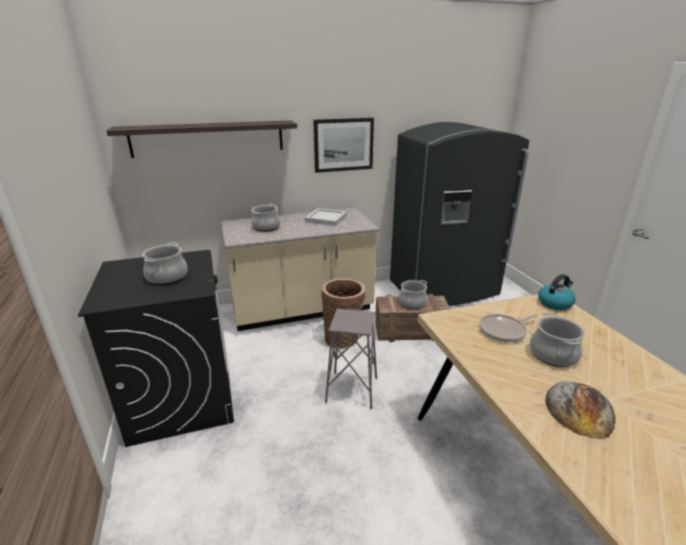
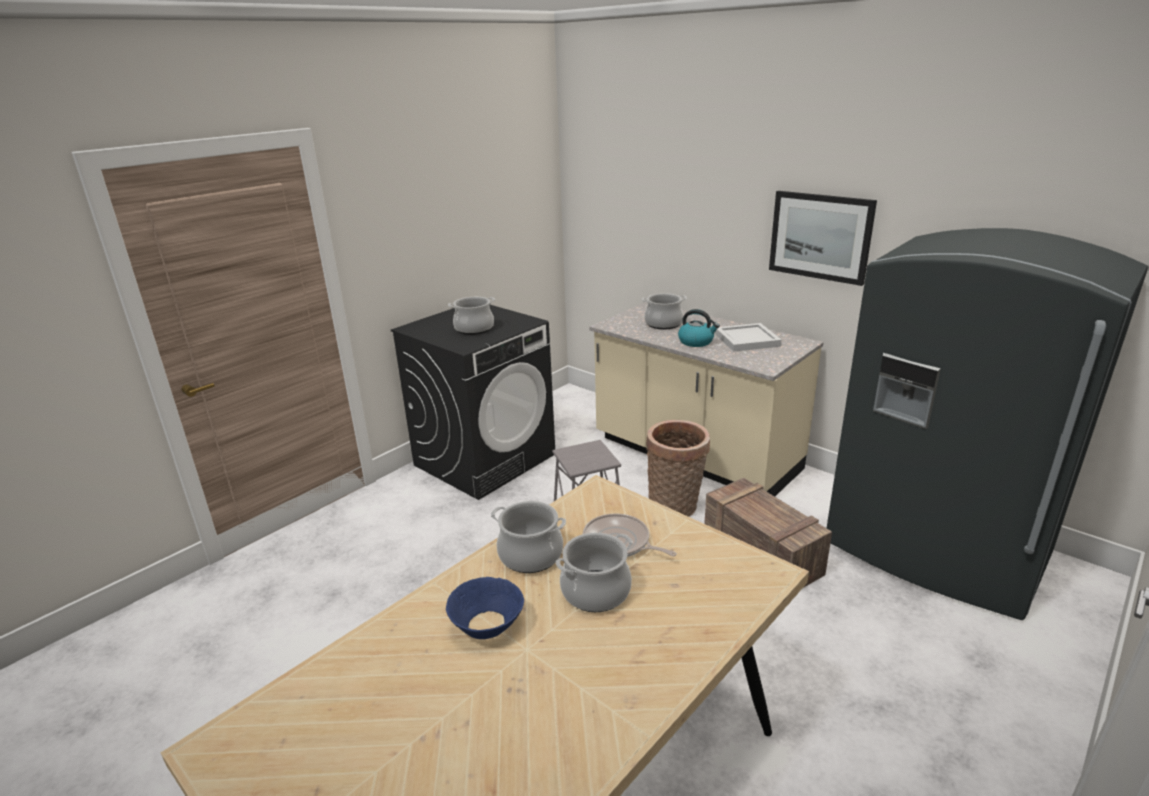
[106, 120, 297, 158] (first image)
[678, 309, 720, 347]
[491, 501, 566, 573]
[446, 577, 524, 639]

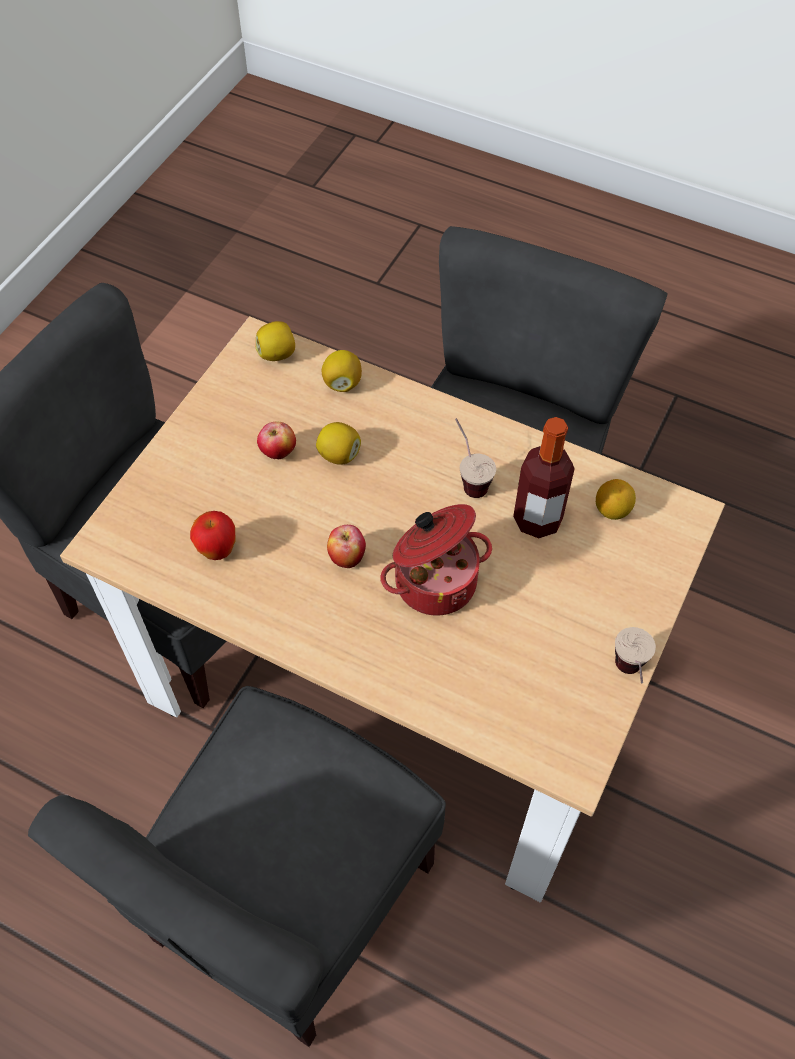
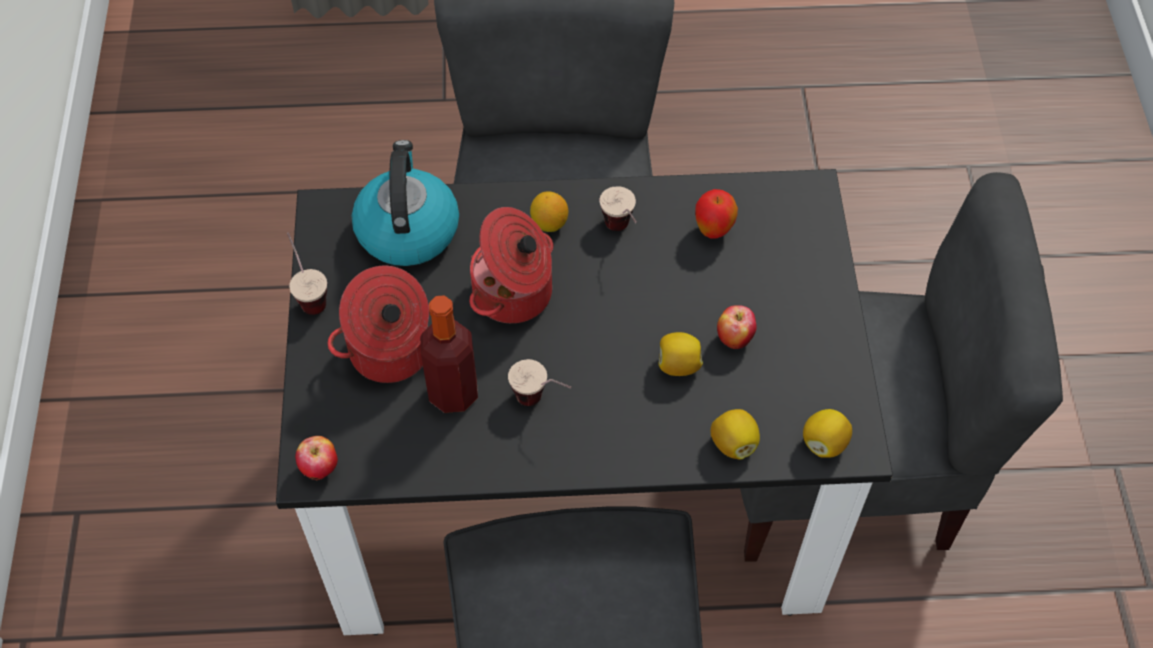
[276, 169, 893, 635]
[530, 191, 568, 232]
[295, 436, 338, 480]
[352, 140, 459, 266]
[600, 186, 637, 231]
[327, 266, 429, 383]

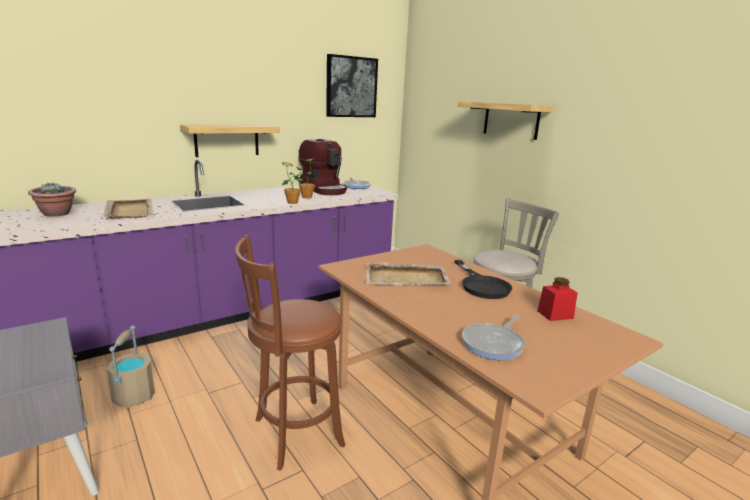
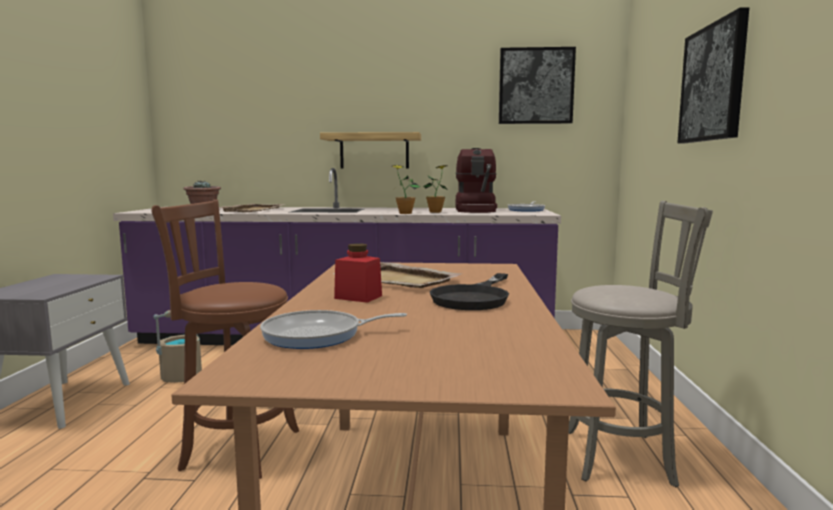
[677, 7, 749, 143]
[334, 244, 382, 303]

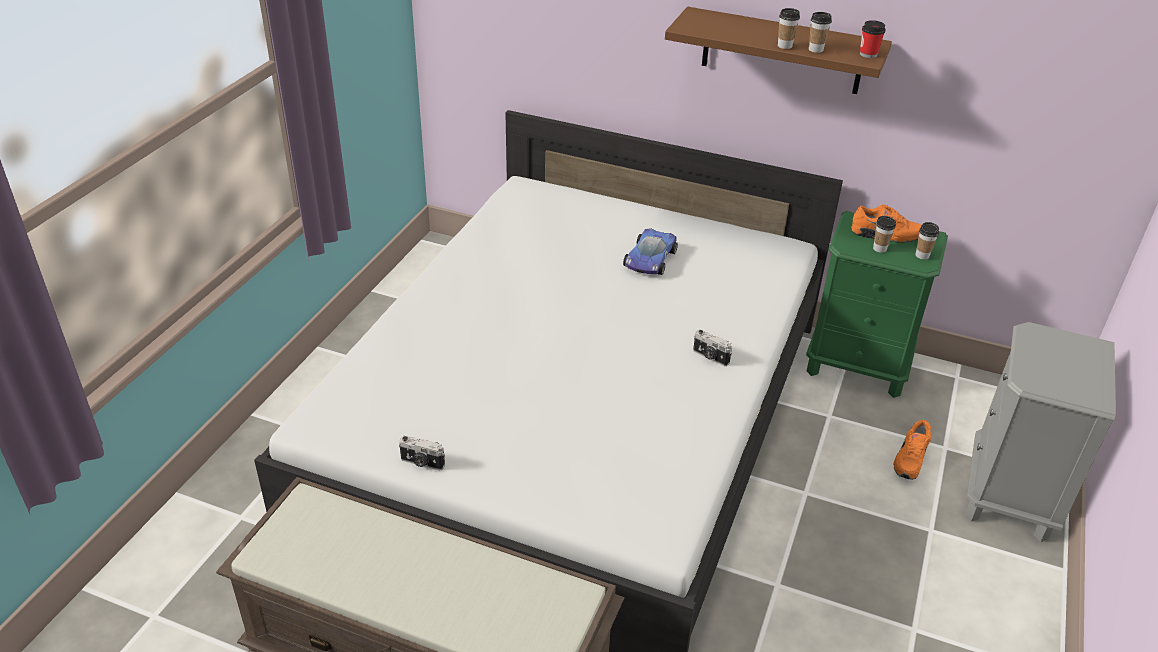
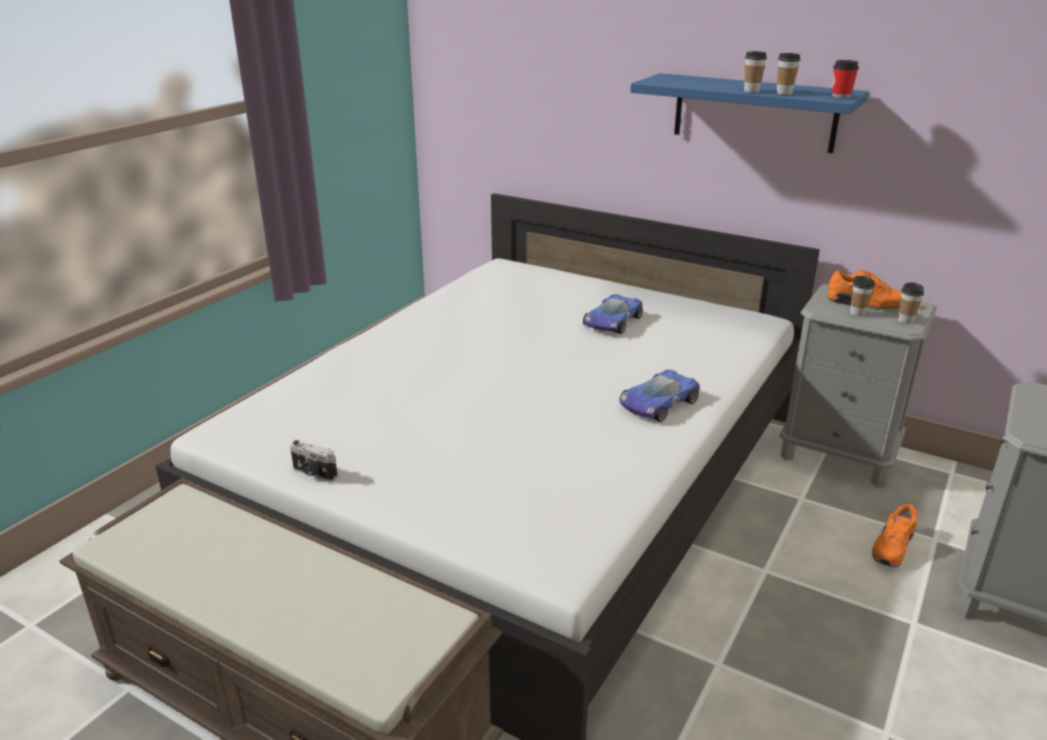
[630, 73, 869, 153]
[780, 284, 937, 487]
[619, 370, 700, 422]

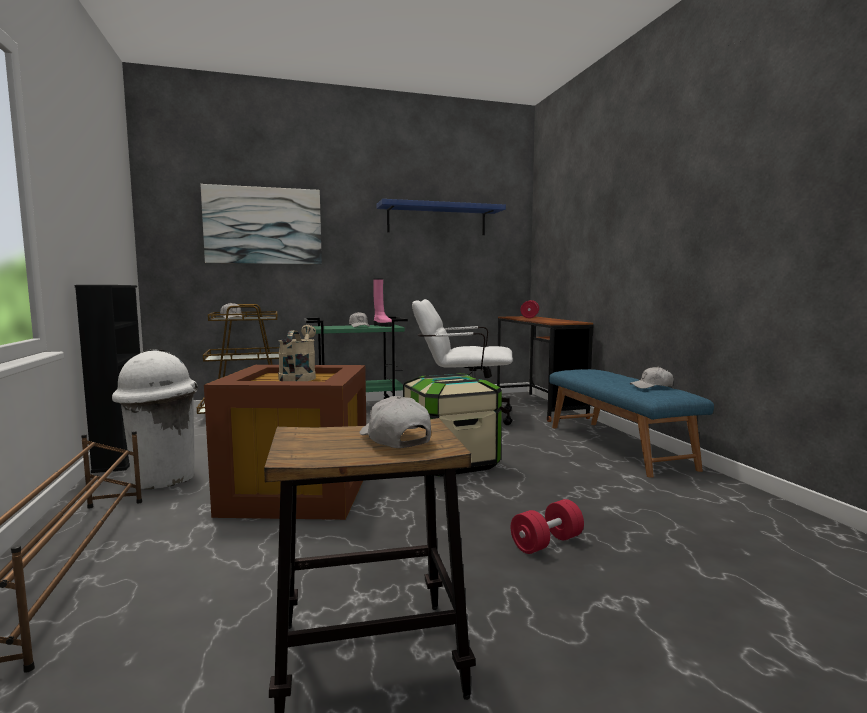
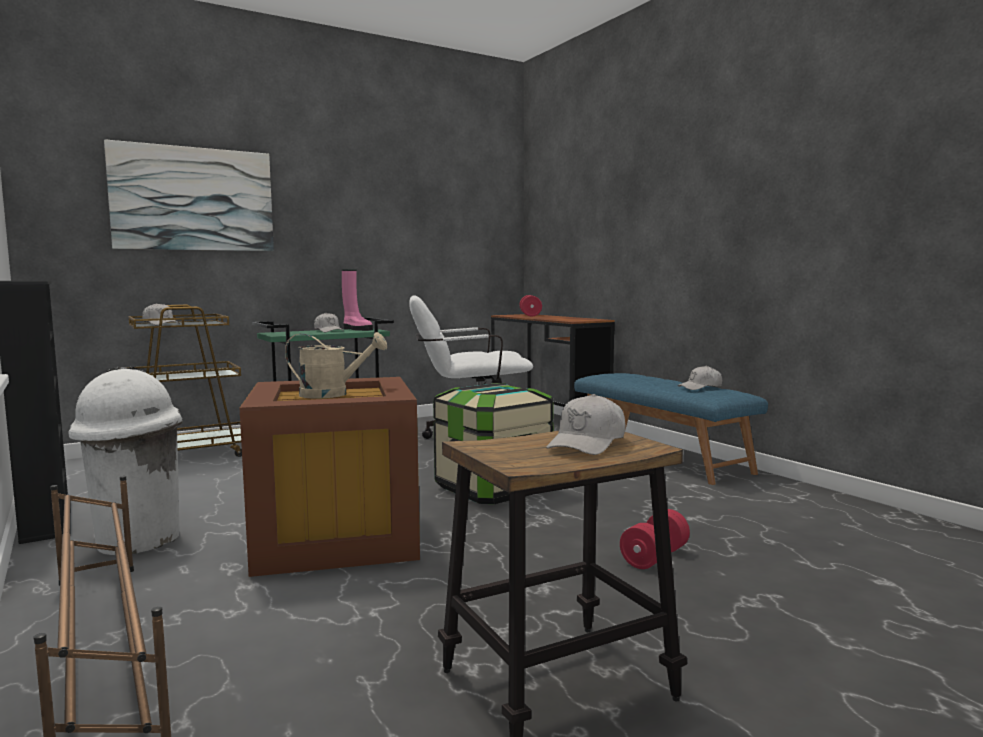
[377, 199, 506, 235] (first image)
[285, 332, 387, 398]
[546, 394, 626, 455]

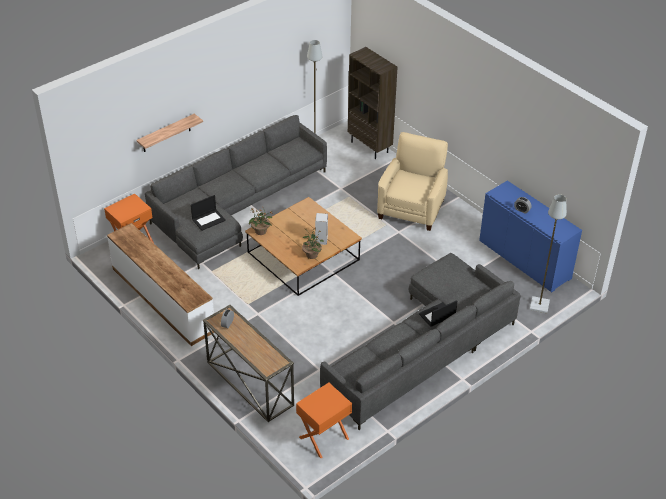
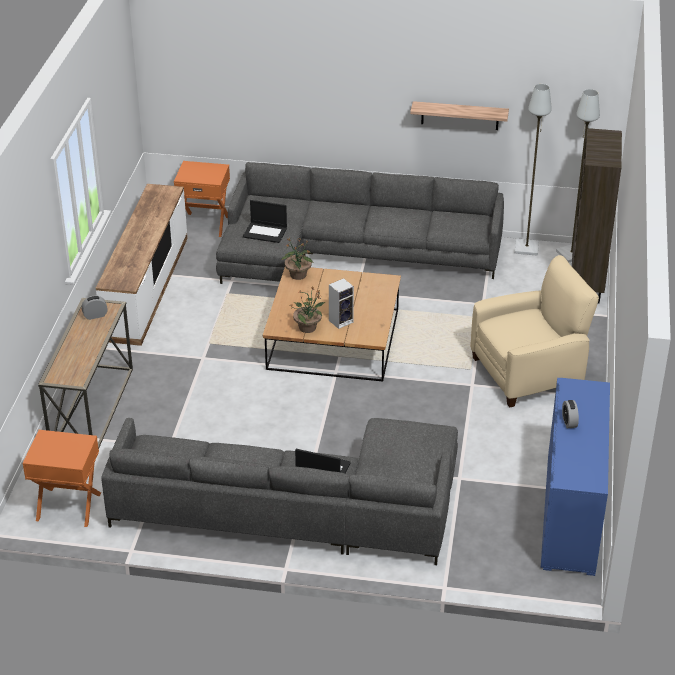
[410, 101, 509, 130]
[556, 89, 600, 263]

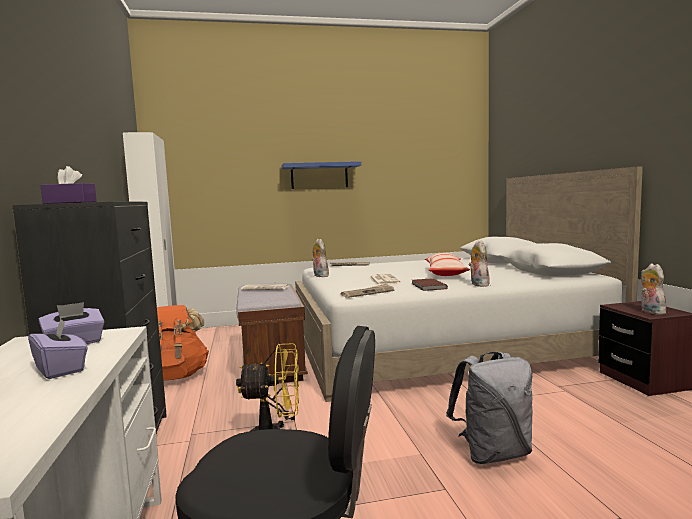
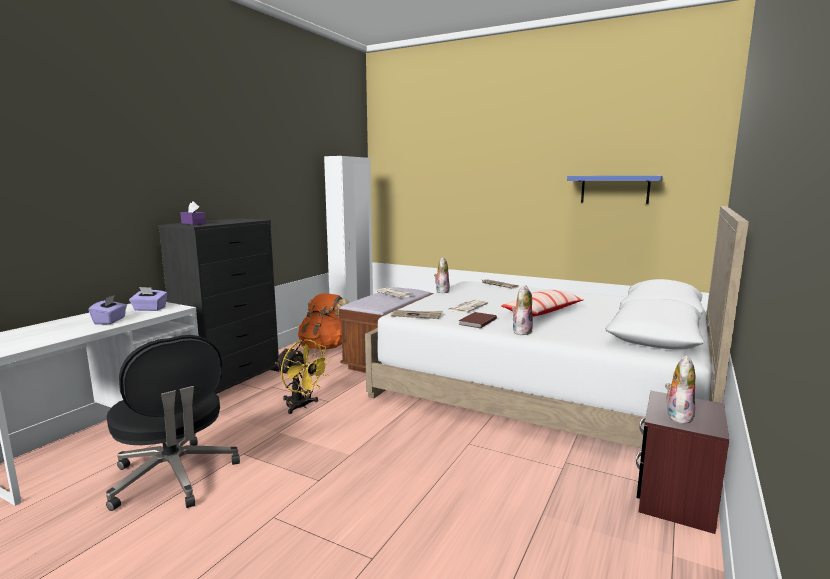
[567, 176, 663, 204]
[446, 352, 533, 464] (first image)

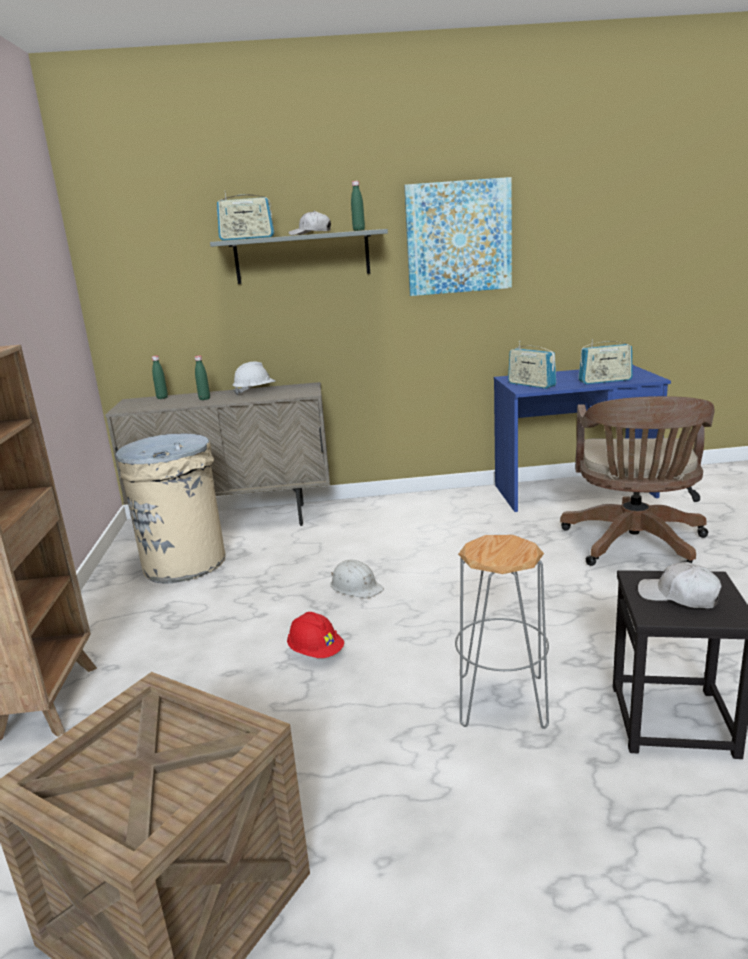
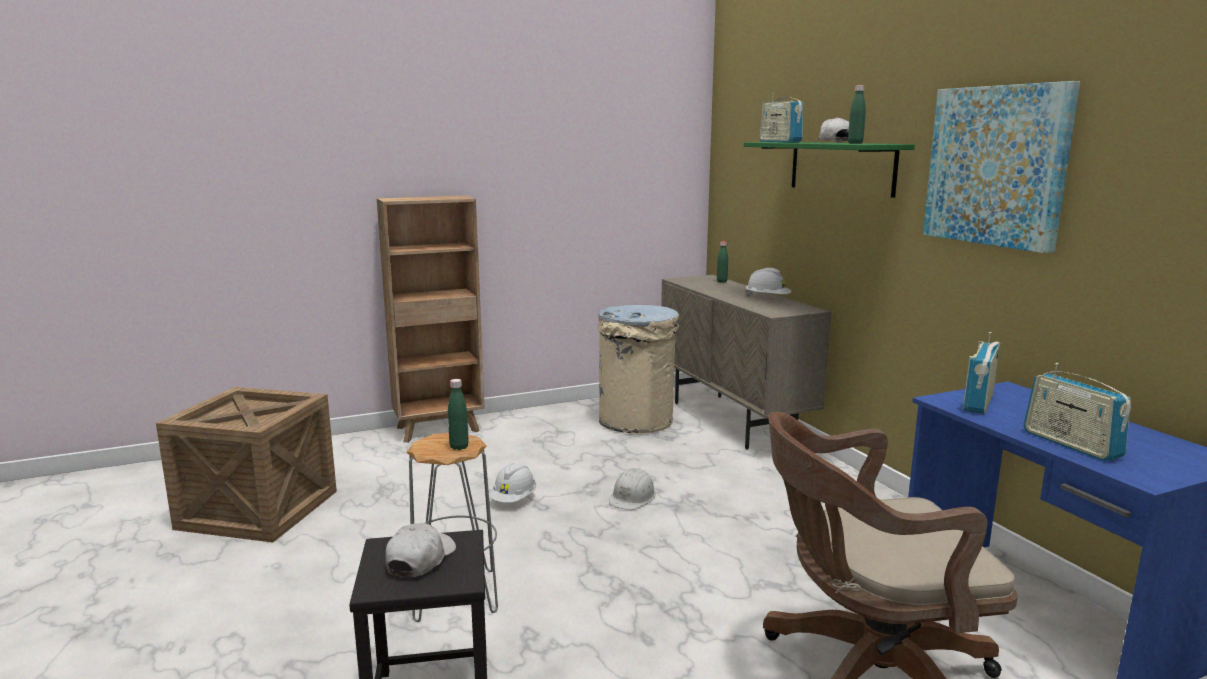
[744, 142, 915, 198]
[448, 379, 469, 450]
[489, 463, 536, 503]

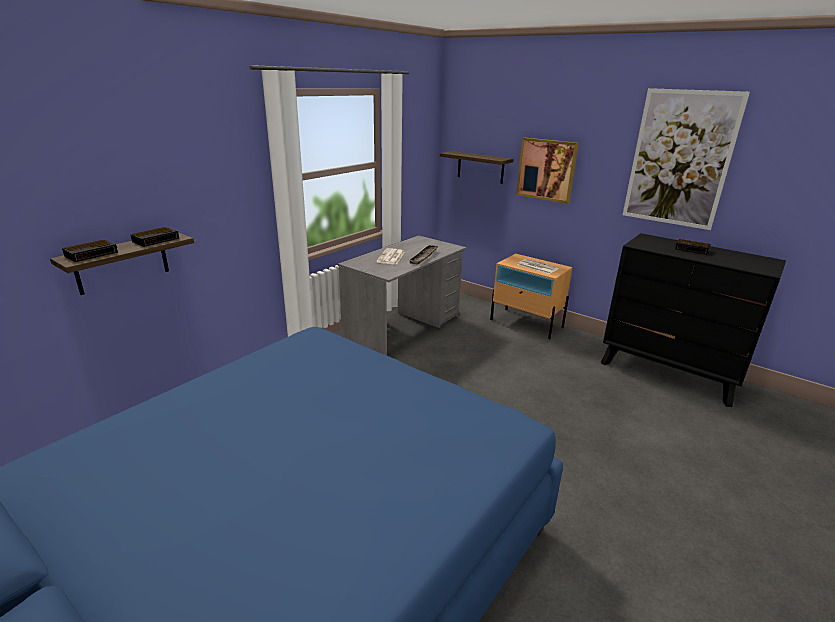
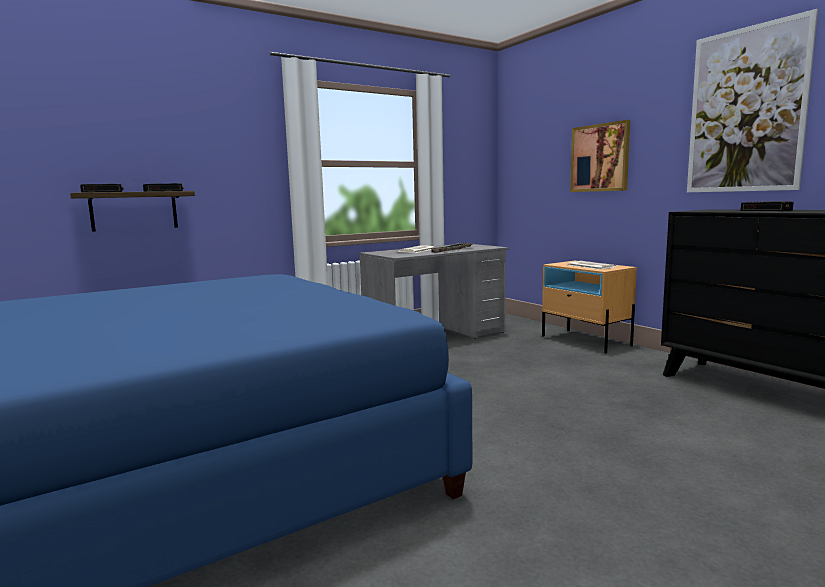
[440, 151, 514, 184] (first image)

